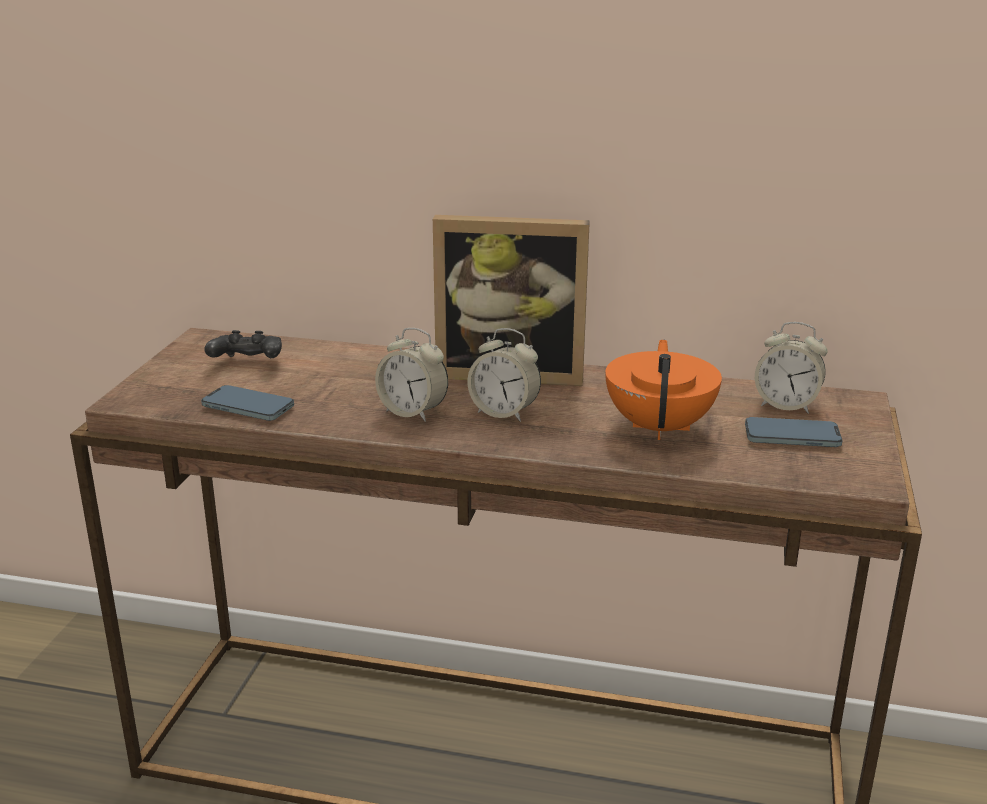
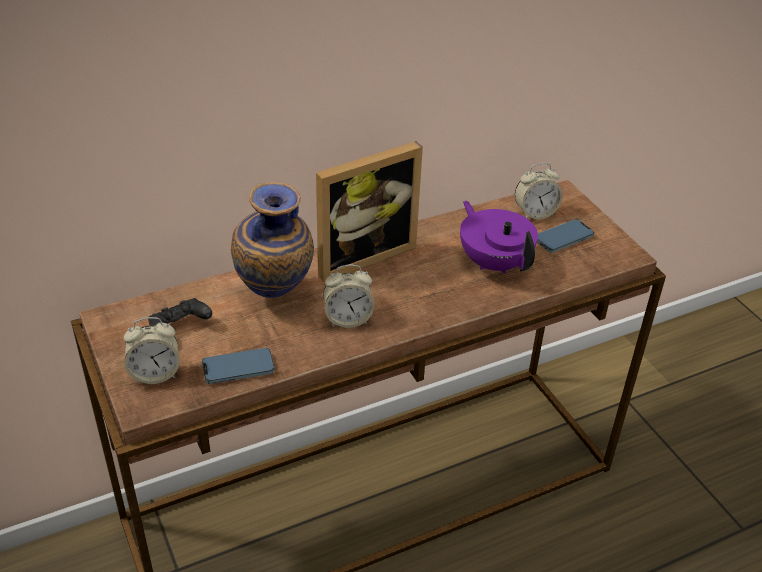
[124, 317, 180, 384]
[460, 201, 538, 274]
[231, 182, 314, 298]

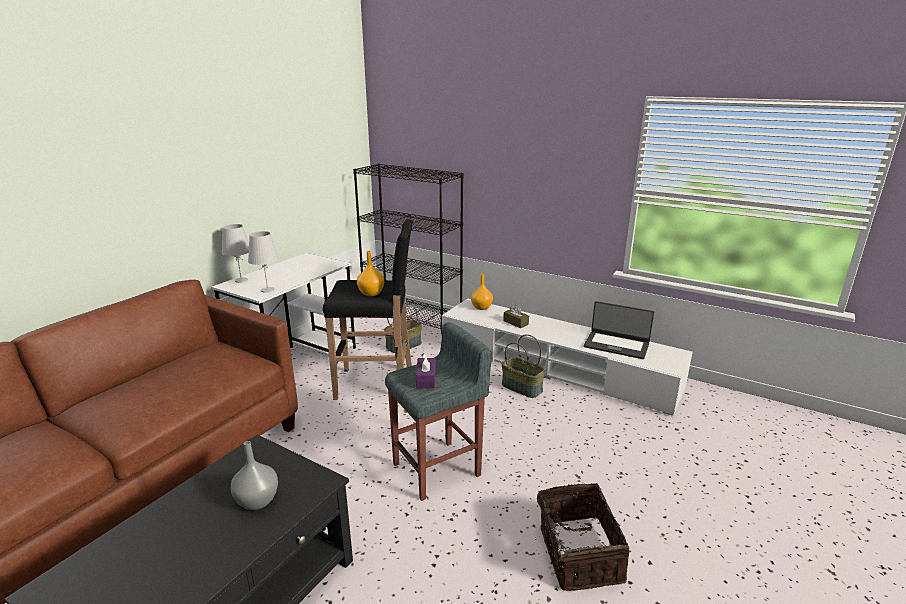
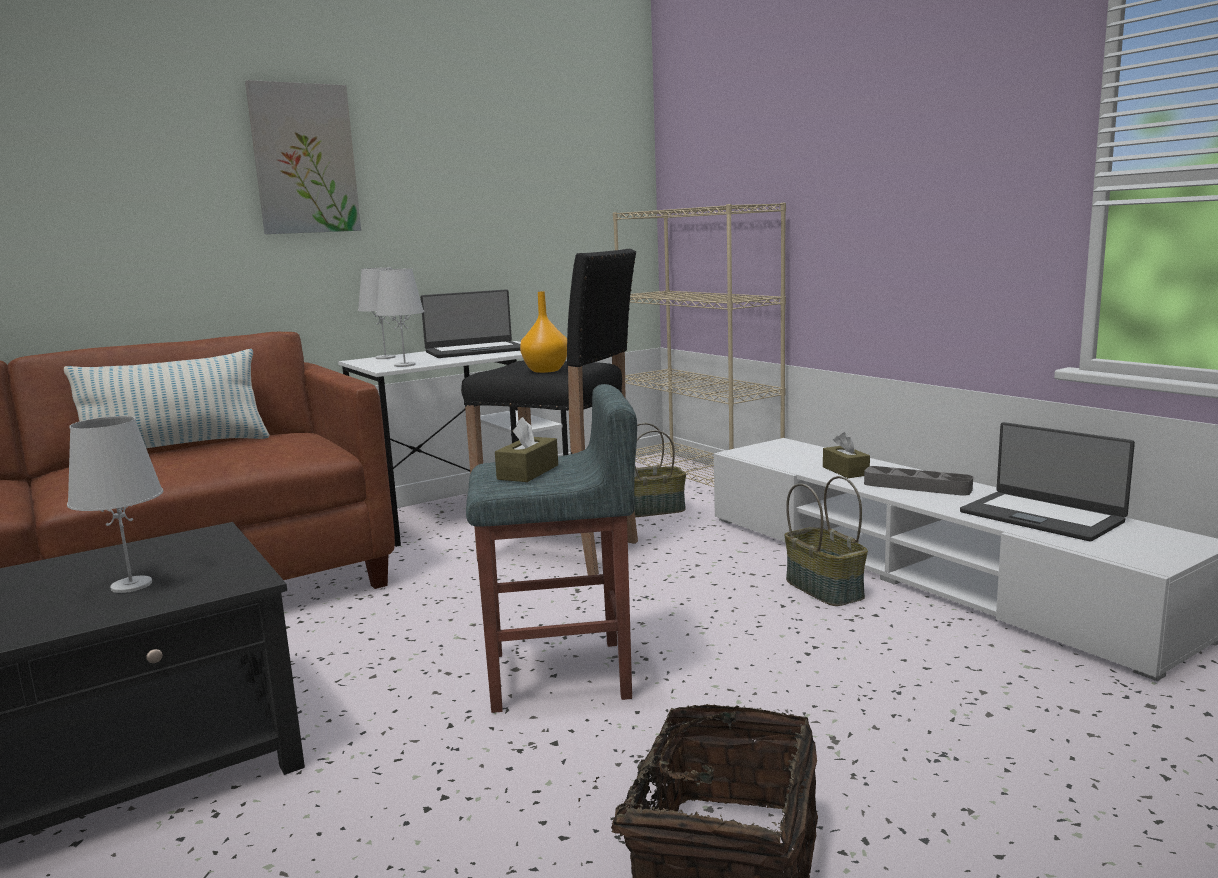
[613, 203, 786, 487]
[471, 274, 493, 310] (first image)
[495, 417, 558, 482]
[67, 416, 163, 593]
[245, 80, 361, 234]
[420, 289, 520, 358]
[64, 349, 270, 448]
[864, 466, 973, 496]

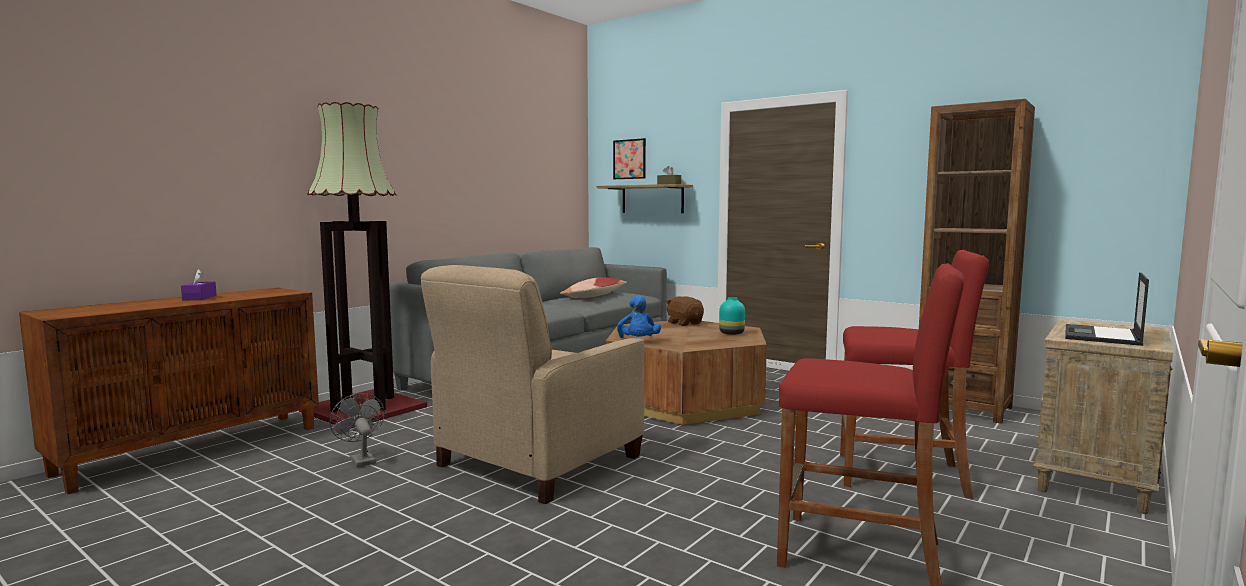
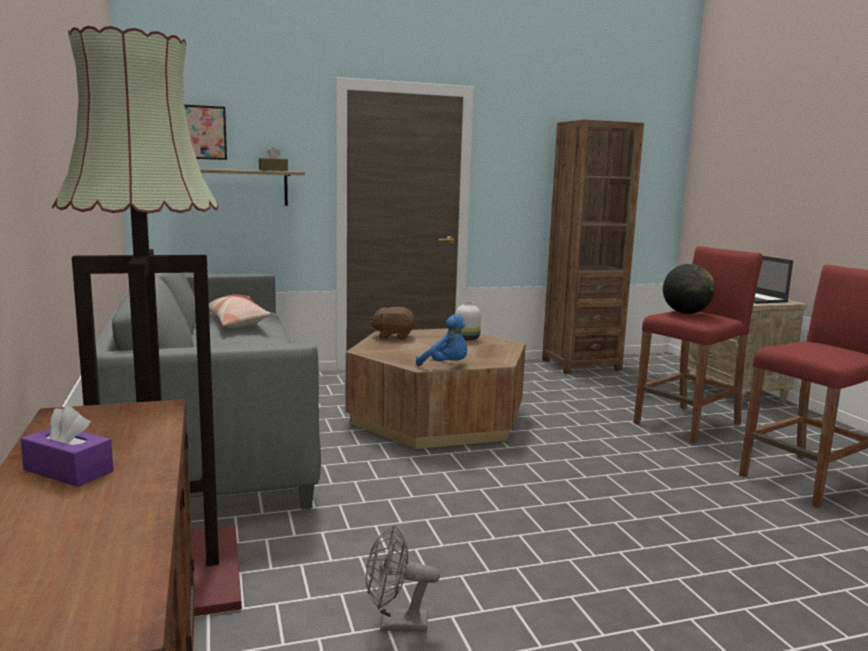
[421, 265, 645, 504] (first image)
[455, 301, 481, 340]
[663, 264, 715, 314]

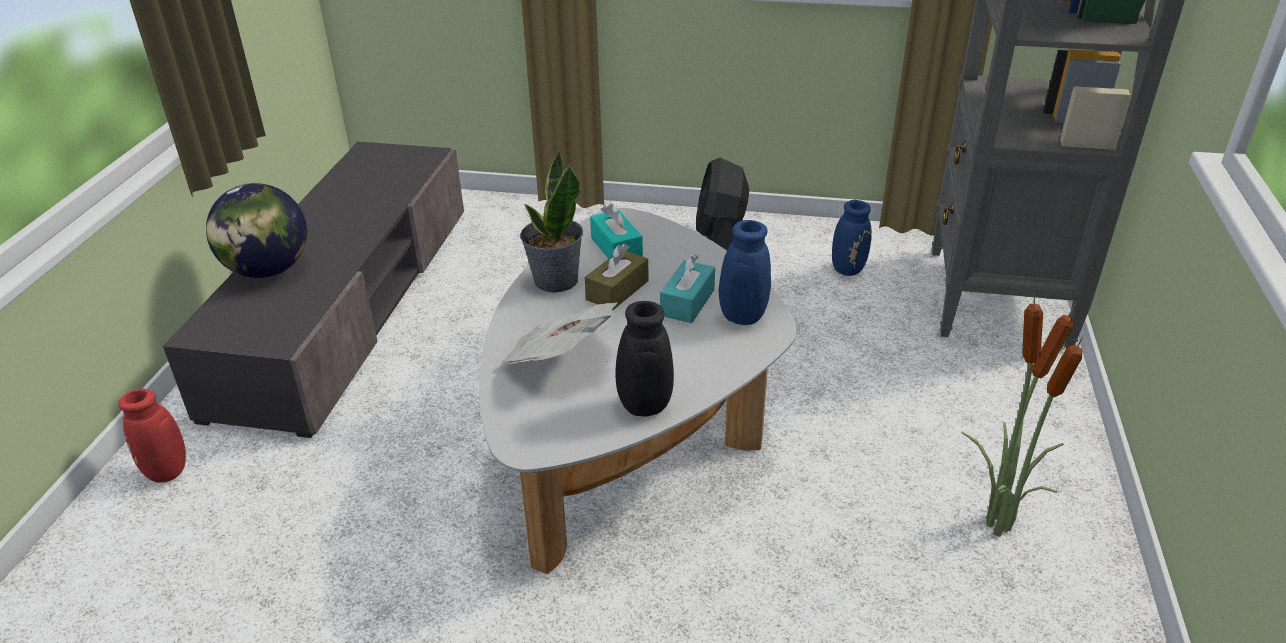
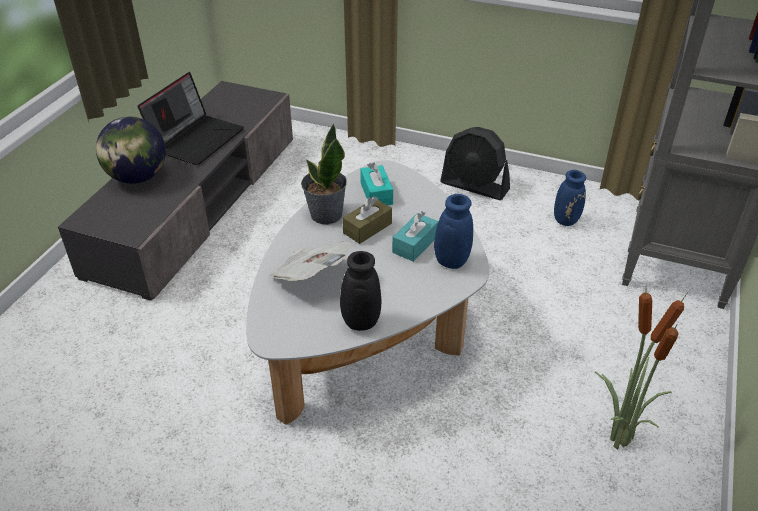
[440, 127, 510, 200]
[118, 389, 186, 483] (first image)
[138, 72, 244, 165]

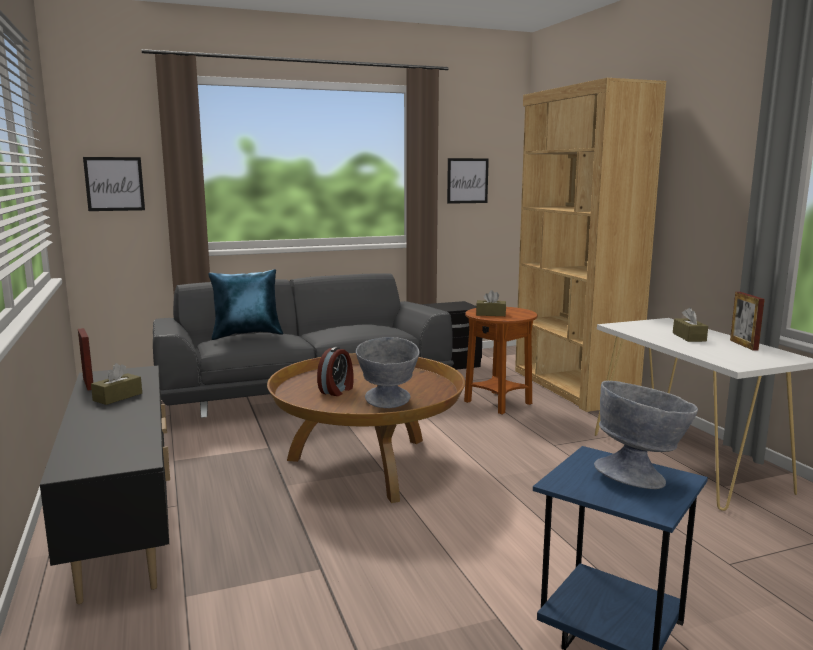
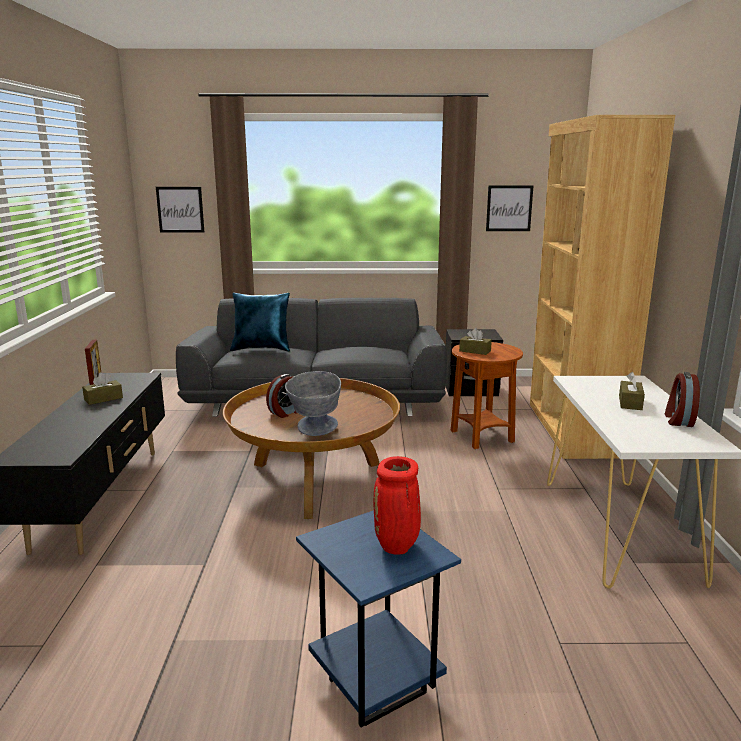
[665, 372, 700, 427]
[374, 456, 421, 554]

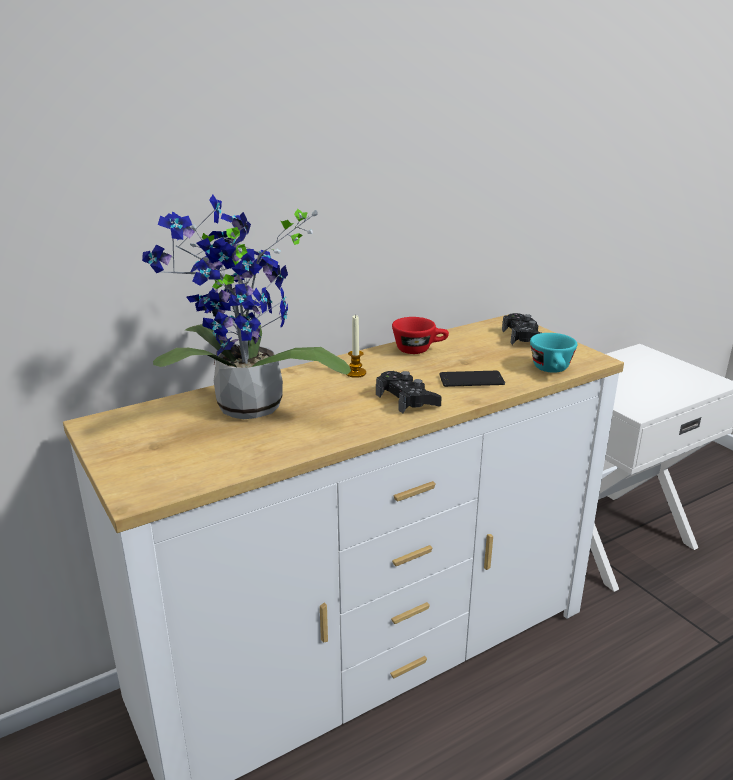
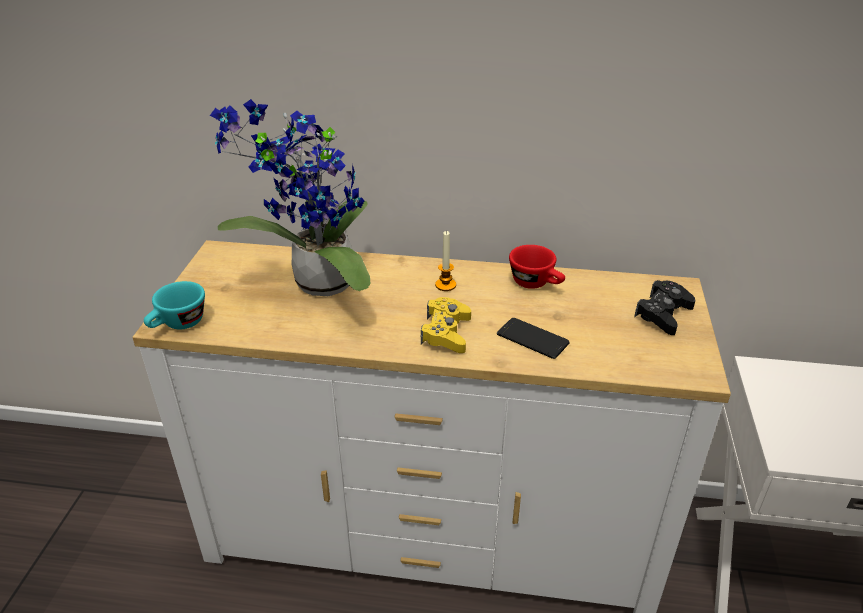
[144, 281, 205, 329]
[421, 297, 471, 353]

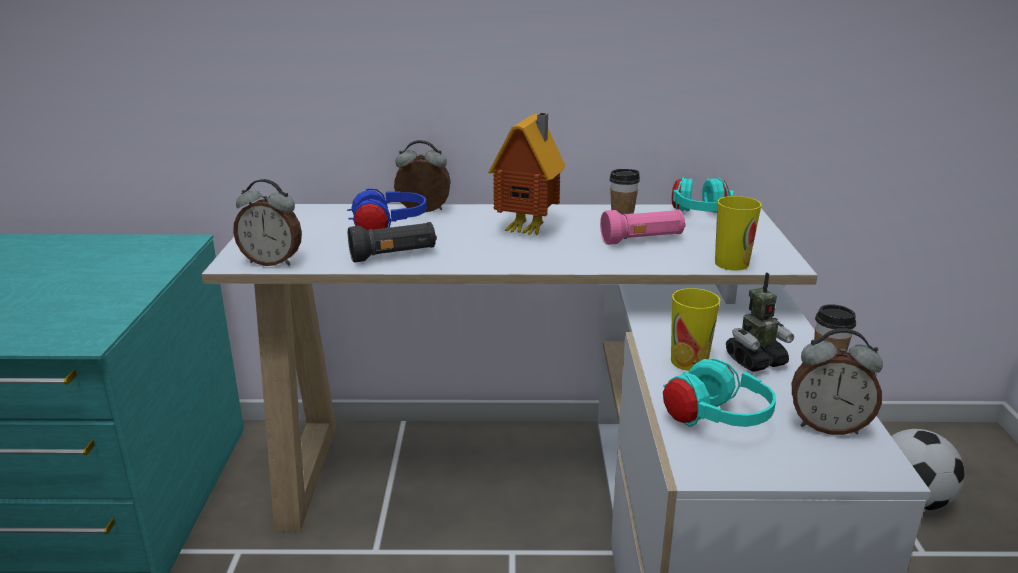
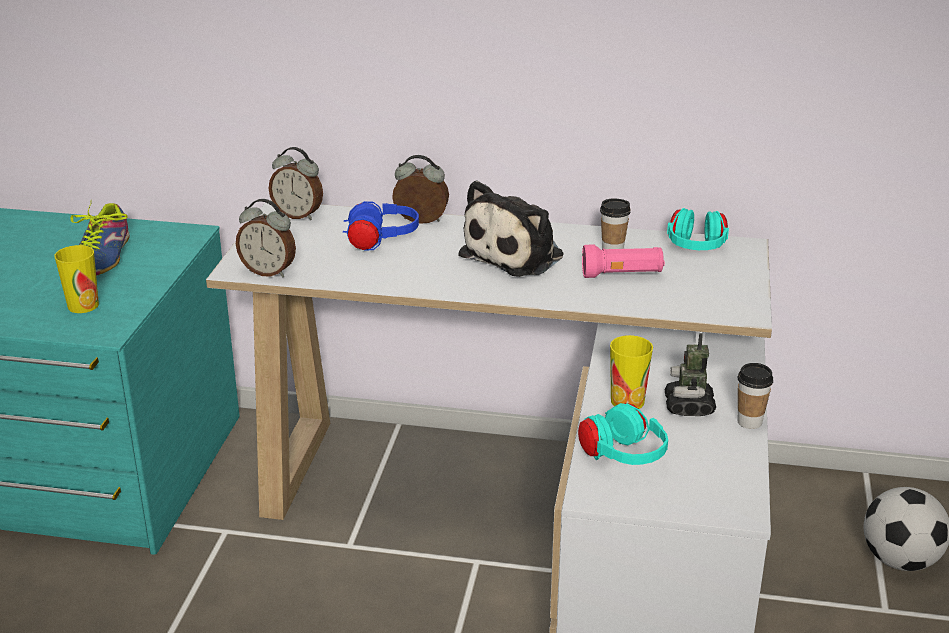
[459, 180, 564, 277]
[54, 245, 99, 313]
[348, 222, 437, 262] (first image)
[665, 333, 716, 416]
[269, 147, 323, 220]
[71, 200, 130, 276]

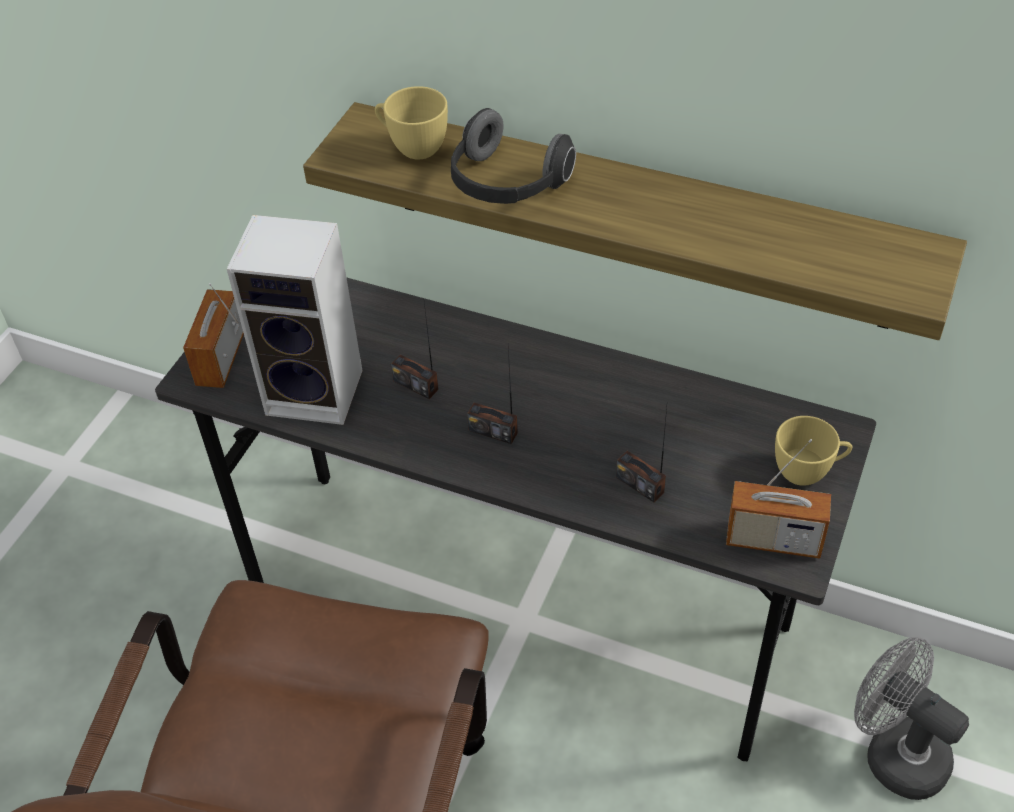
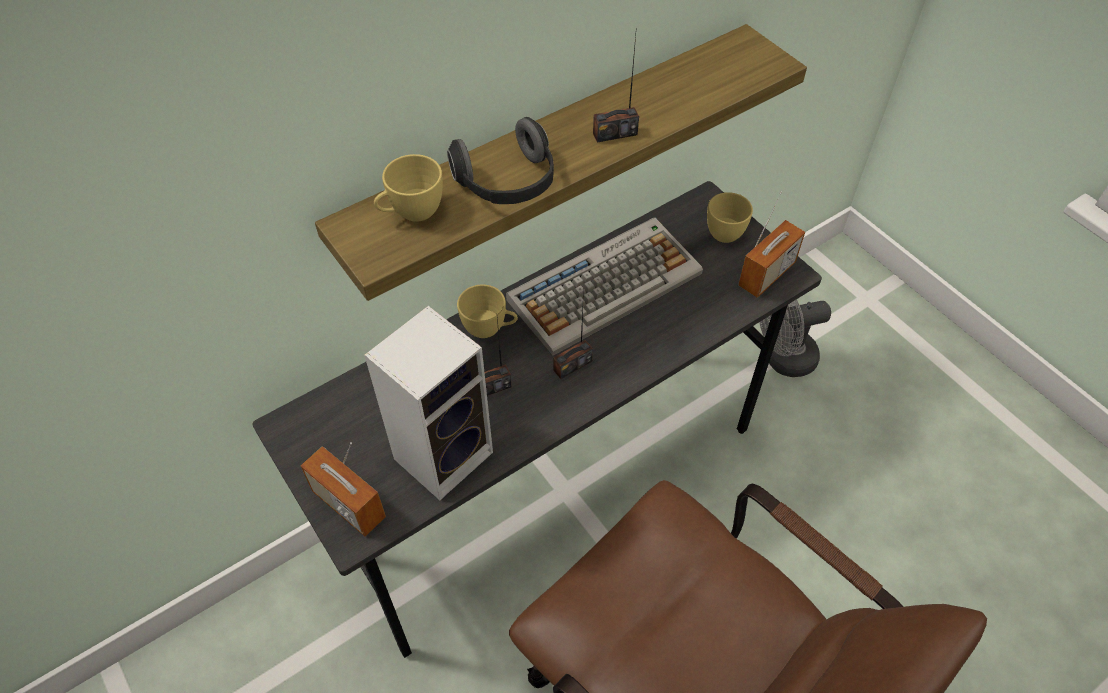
[593, 35, 639, 143]
[506, 217, 703, 356]
[457, 284, 518, 338]

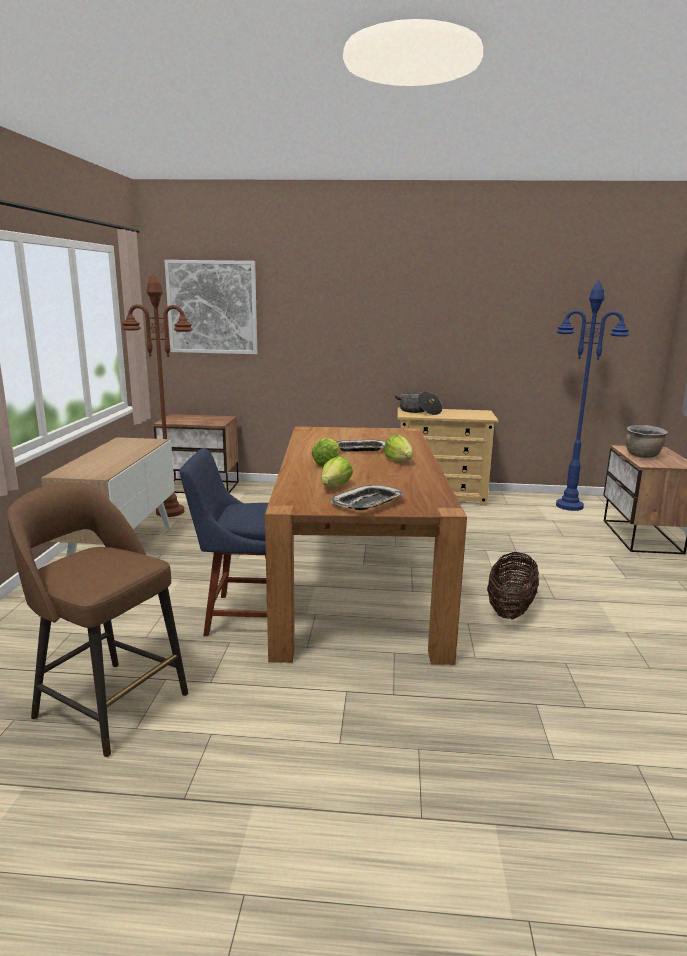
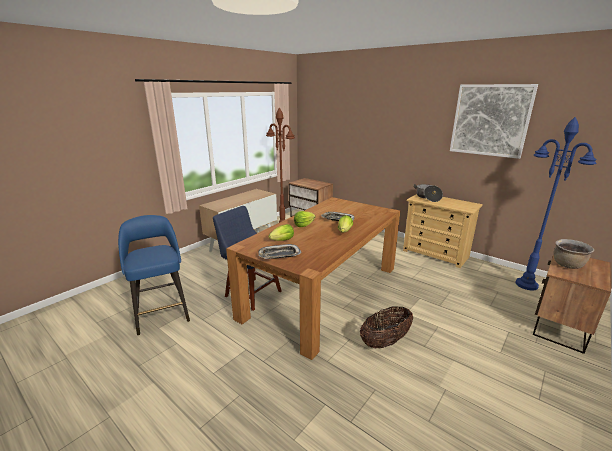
[450, 84, 538, 159]
[118, 215, 190, 335]

